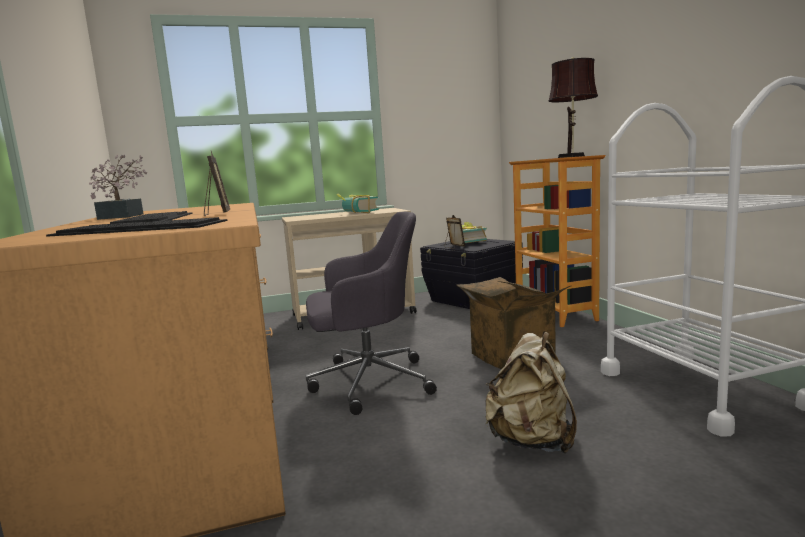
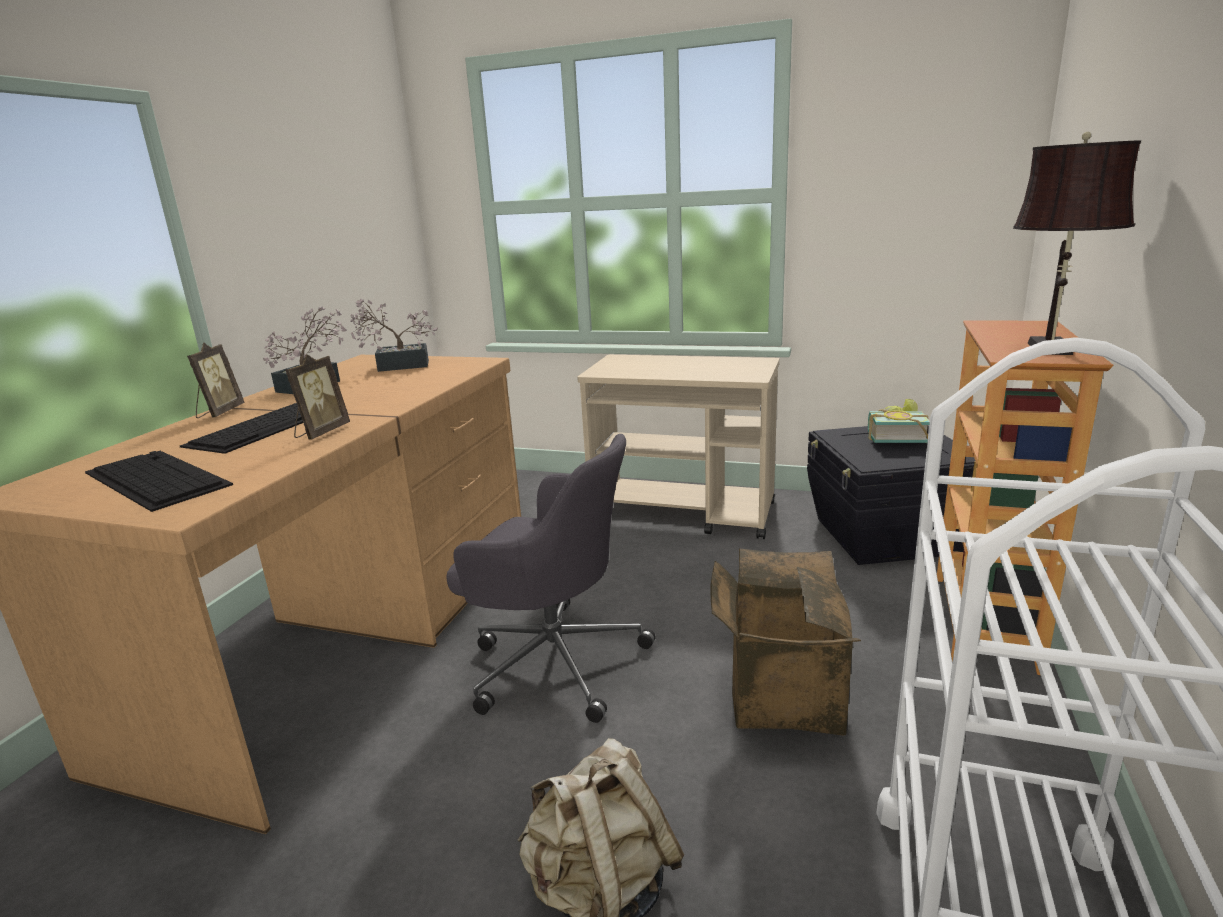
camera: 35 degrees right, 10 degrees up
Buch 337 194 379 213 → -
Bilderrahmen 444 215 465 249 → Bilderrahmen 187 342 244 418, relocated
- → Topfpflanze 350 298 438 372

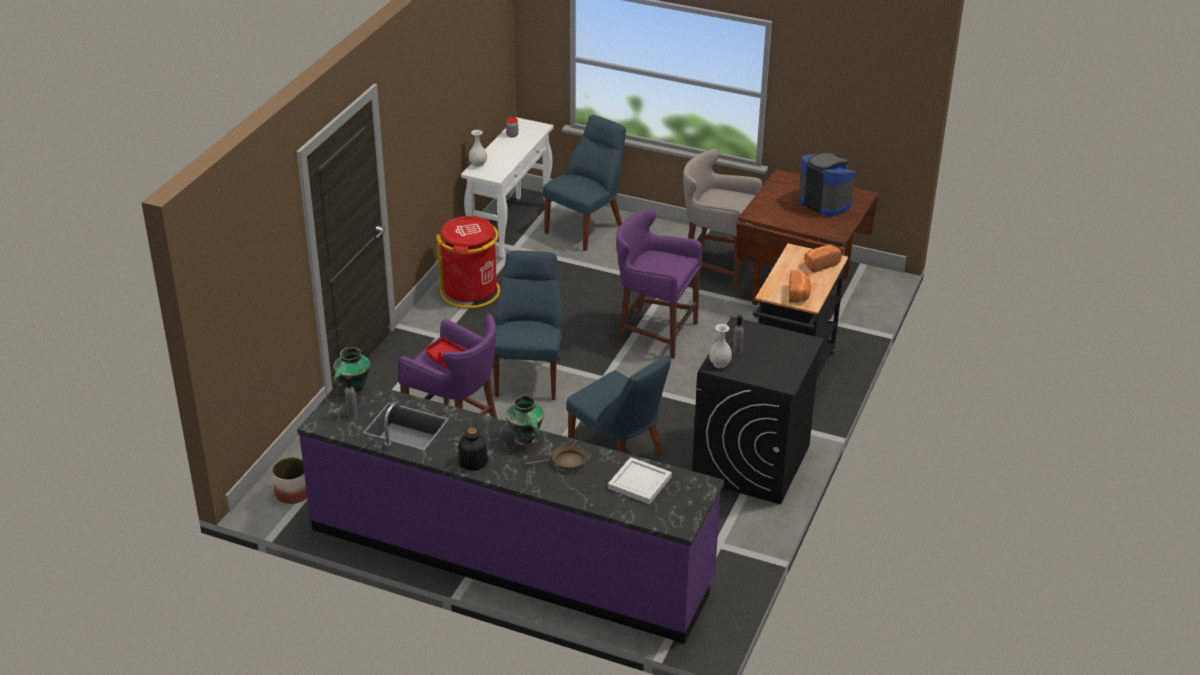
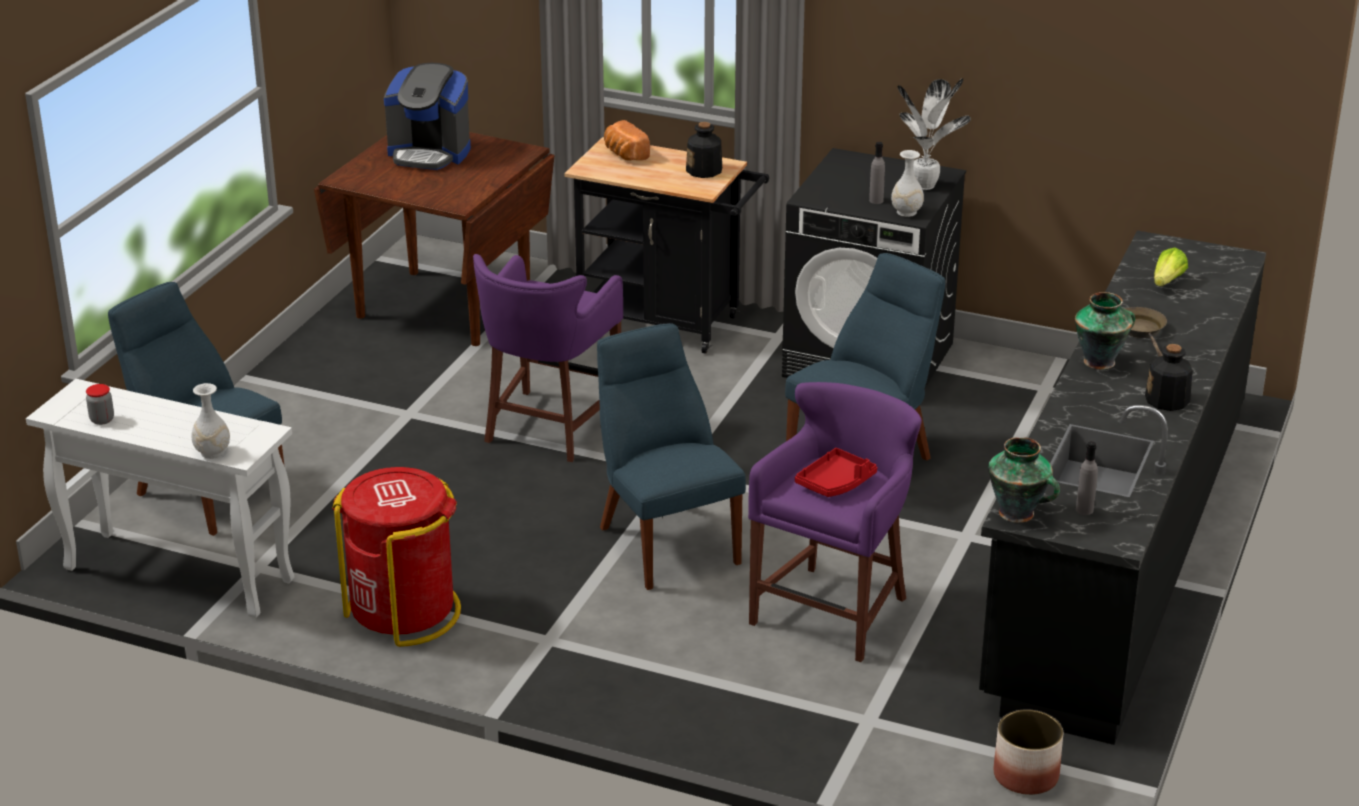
camera: 90 degrees left, 5 degrees down
Hocker/grau 683 149 762 291 → -
Kaffeemaschine 798 152 856 216 → Kaffeemaschine 384 63 471 170, 120 degrees counterclockwise
Stuhl/blau 493 251 562 400 → Stuhl/blau 597 323 746 590, 60 degrees clockwise
Brot 789 270 811 303 → Flasche 686 122 722 178
Küchenzeile/lila 297 382 724 644 → Küchenzeile/schwarz 979 230 1266 745
Tablett/weiß 608 457 672 504 → Salatkopf 1154 248 1188 286
- → Topfpflanze 898 79 971 190

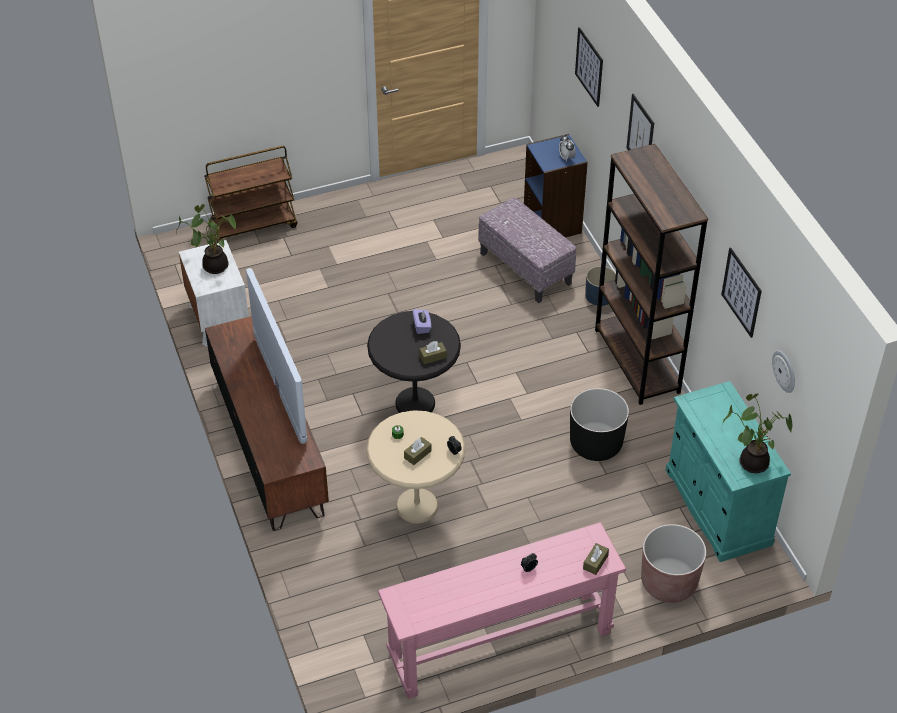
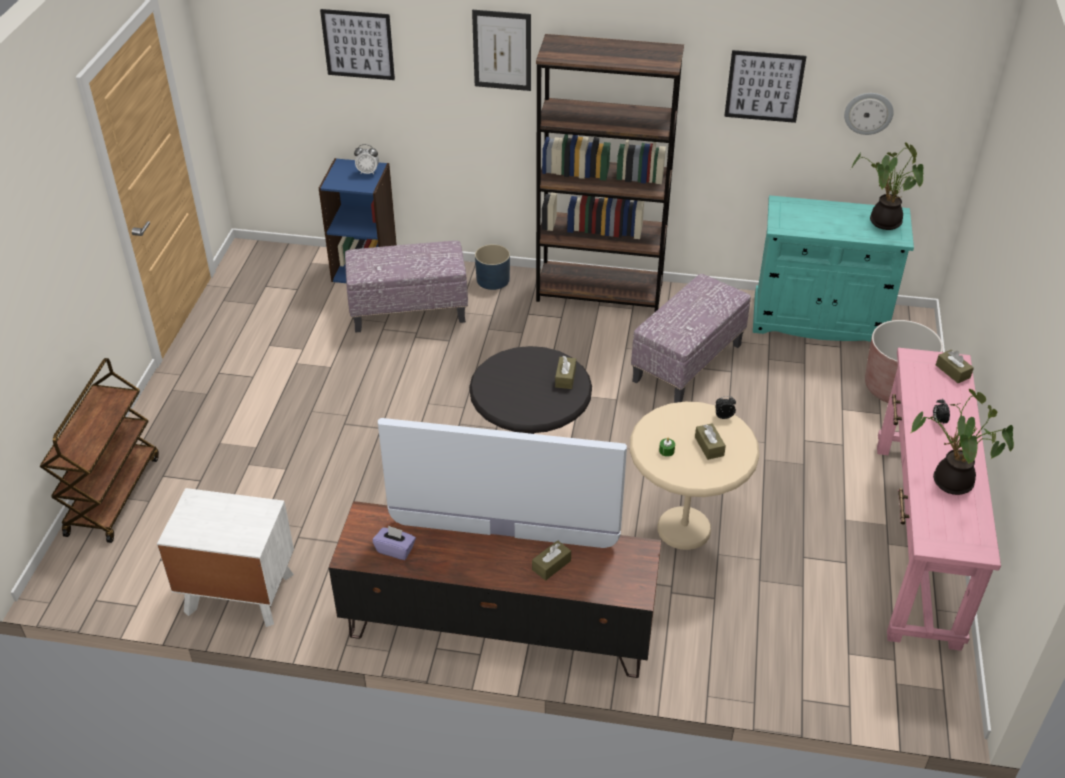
camera: 60 degrees left, 5 degrees down
Topfpflanze 176 204 236 274 → Topfpflanze 911 389 1014 495, relocated
Taschentuchbox/lila 412 309 431 334 → Taschentuchbox/lila 372 525 416 560, relocated
Pflanzkübel/schwarz 570 388 629 461 → Polsterhocker 631 274 751 403
- → Taschentuchbox/braun 532 540 571 581

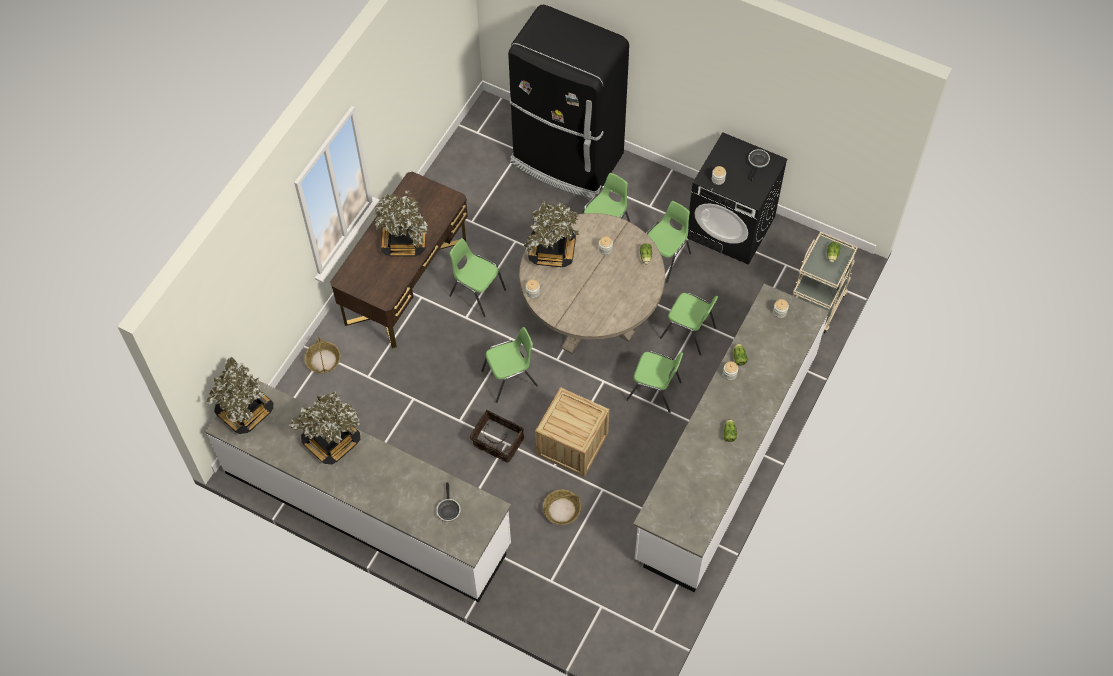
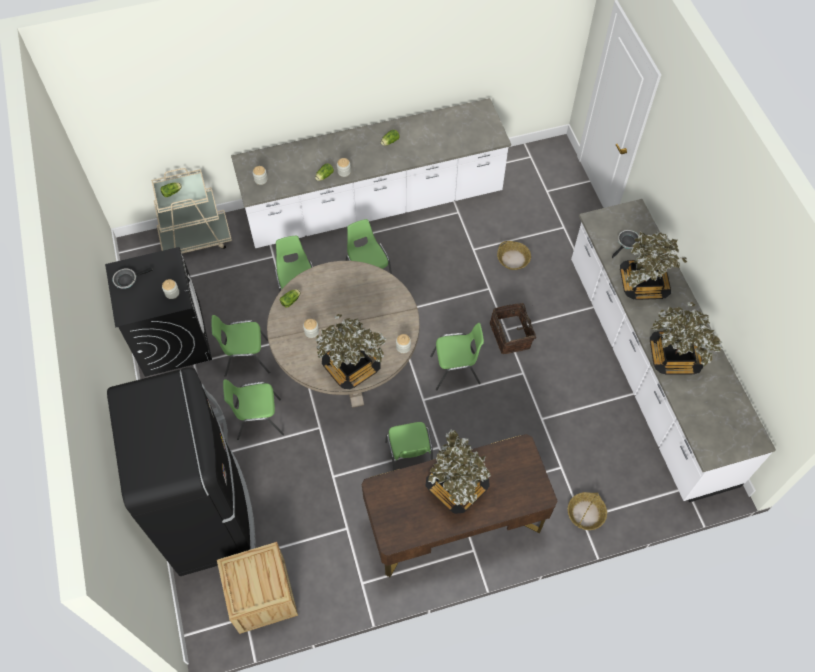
camera: 135 degrees left, 0 degrees up
Stuhl/grün 482 327 538 403 → Stuhl/grün 430 323 484 391, 150 degrees clockwise
Topfpflanze 206 357 273 434 → Topfpflanze 620 232 688 300, relocated
Kiste 535 387 610 477 → Kiste 217 542 298 634, relocated

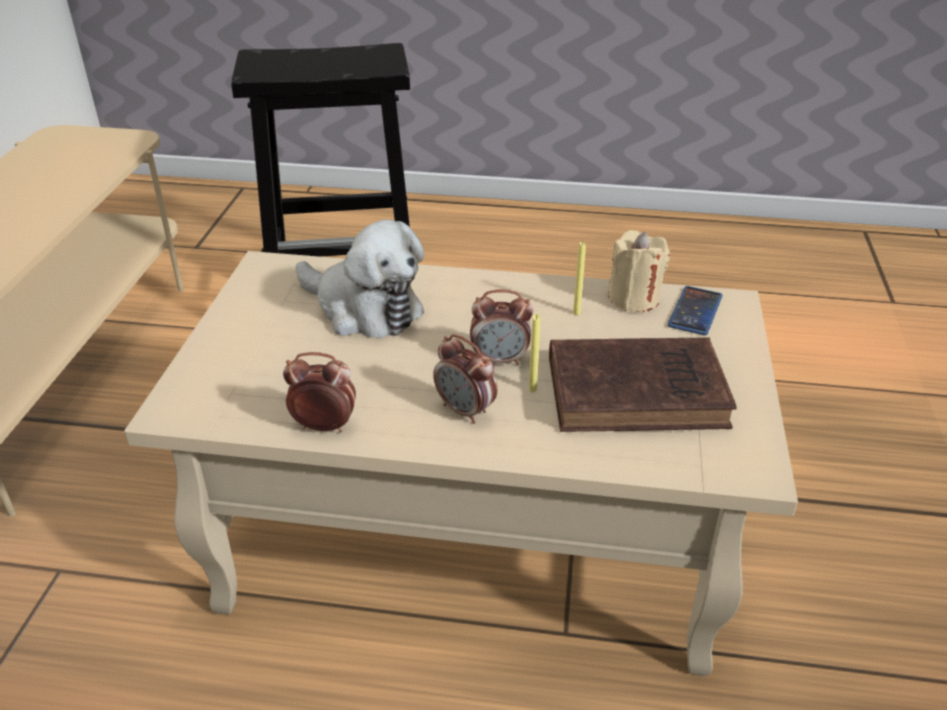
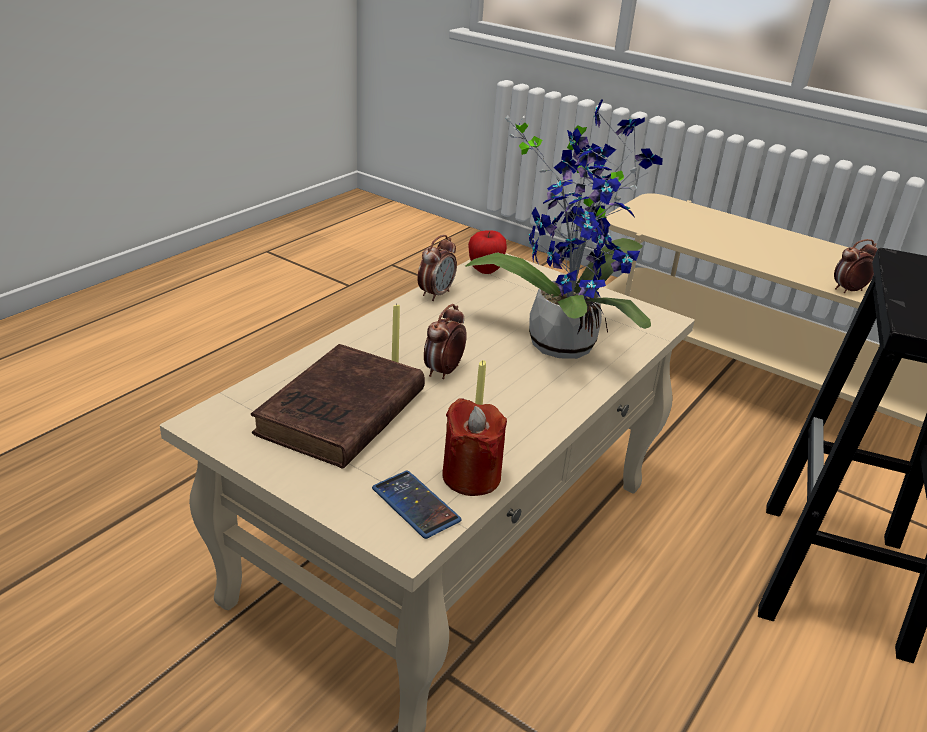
camera: 115 degrees right, 5 degrees down
Plüschtier 296 219 425 338 → Topfpflanze 465 99 663 359
Kerze/beige 608 230 670 312 → Kerze/rot 442 398 507 496
Wecker 433 334 497 424 → Wecker 834 239 877 293, relocated
- → Apfel 468 230 507 274

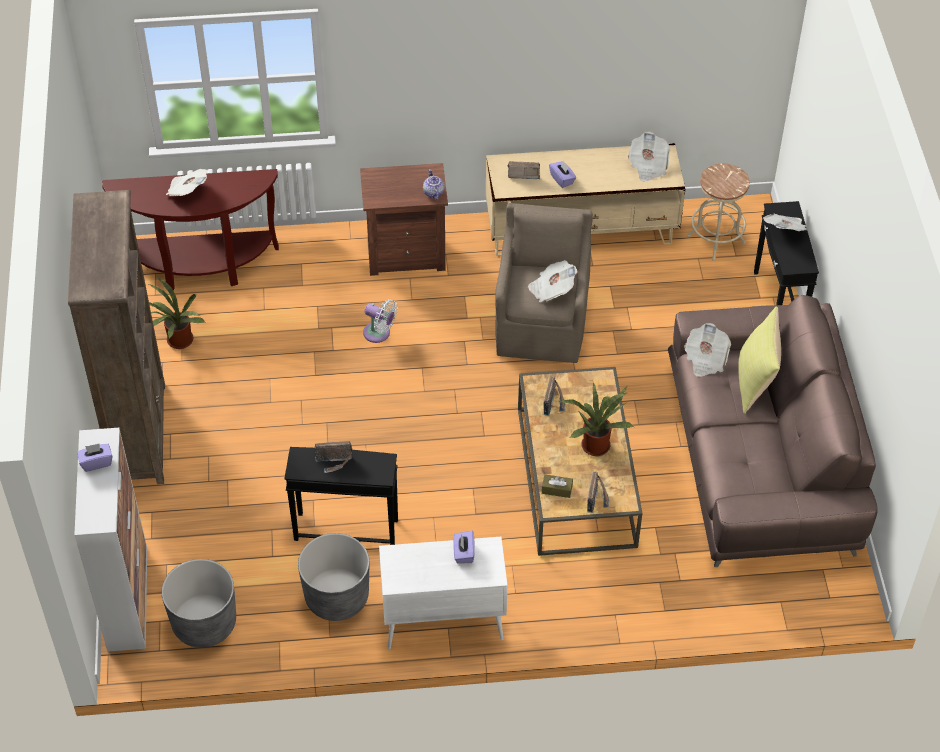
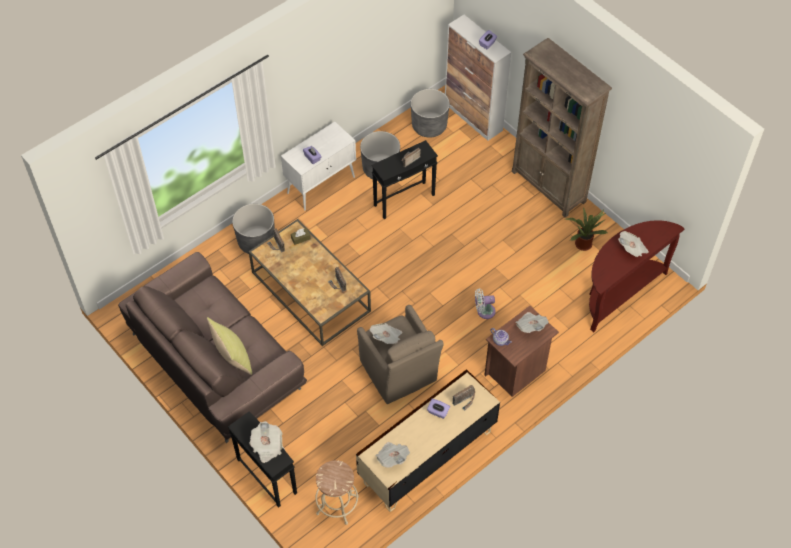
camera: 145 degrees right, 5 degrees up
Zeitung 684 323 731 377 → Zeitung 515 312 549 333, relocated
Topfpflanze 558 382 634 456 → -
- → Pflanzkübel/grau 232 204 275 254

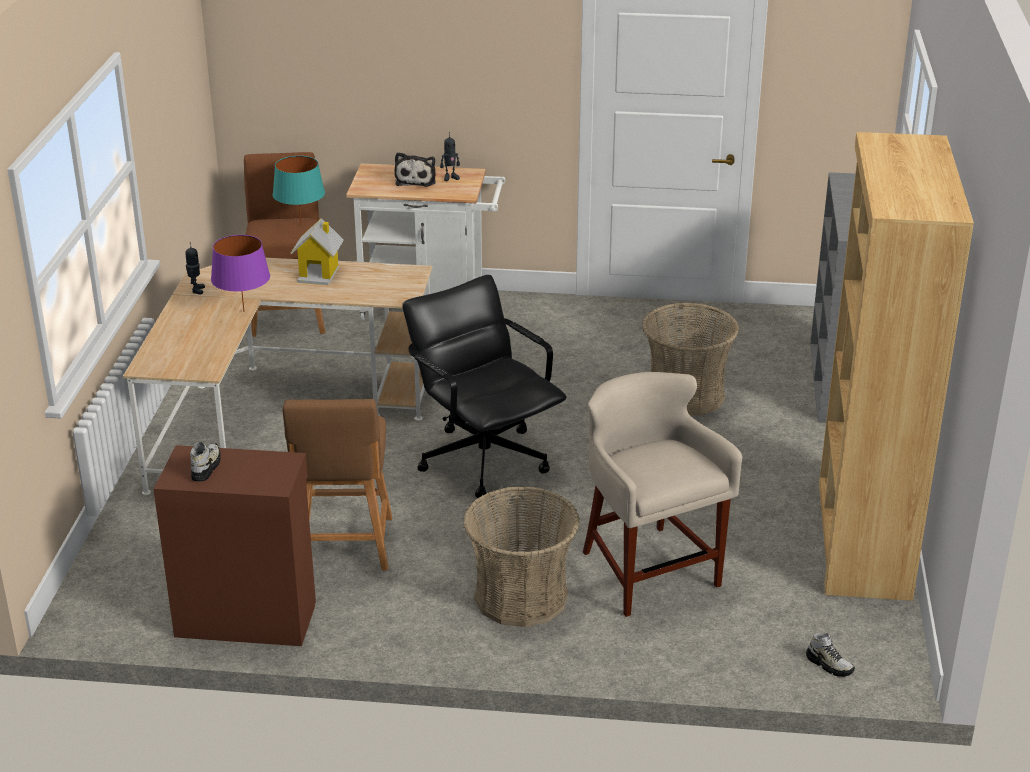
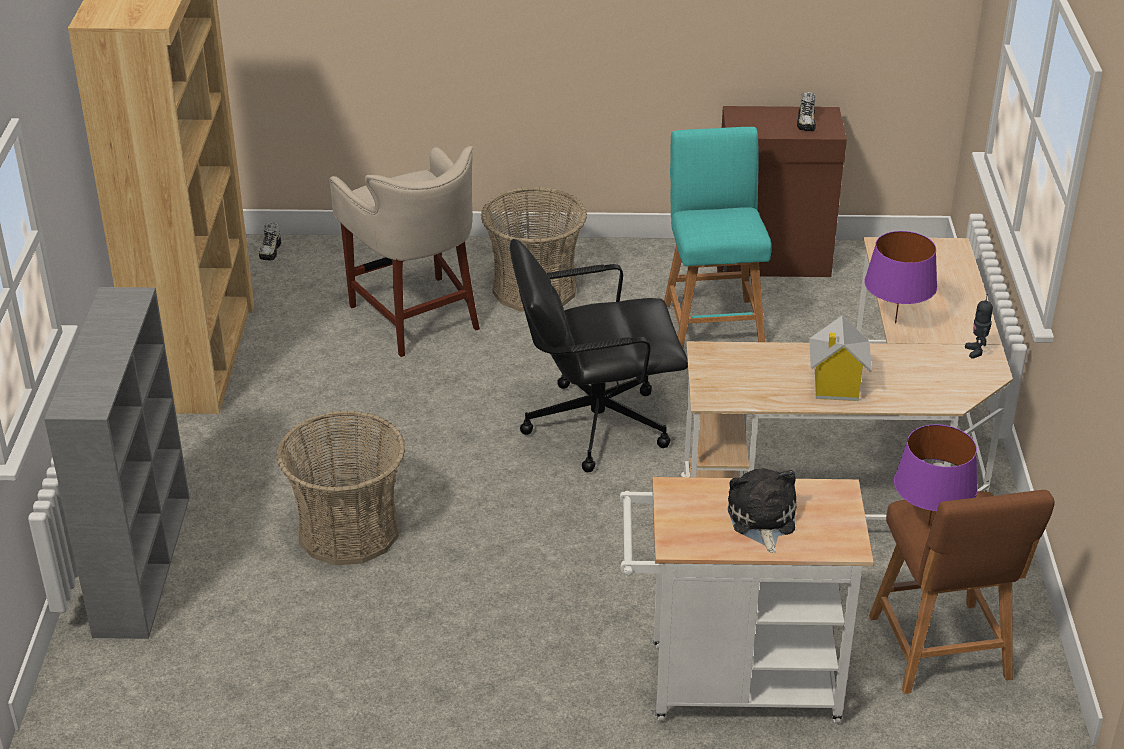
camera: 175 degrees right, 5 degrees up
Spielzeugroboter 440 132 460 181 → -
Tischlampe/türkis 273 156 325 225 → Tischlampe/lila 894 424 977 526
Bürostuhl/schwarz 402 275 567 498 → Bürostuhl/schwarz 510 239 688 472, 120 degrees clockwise
Hocker/braun 283 399 392 570 → Hocker/türkis 664 127 771 348
Schuh 806 633 855 677 → Schuh 259 222 281 260, 120 degrees counterclockwise

